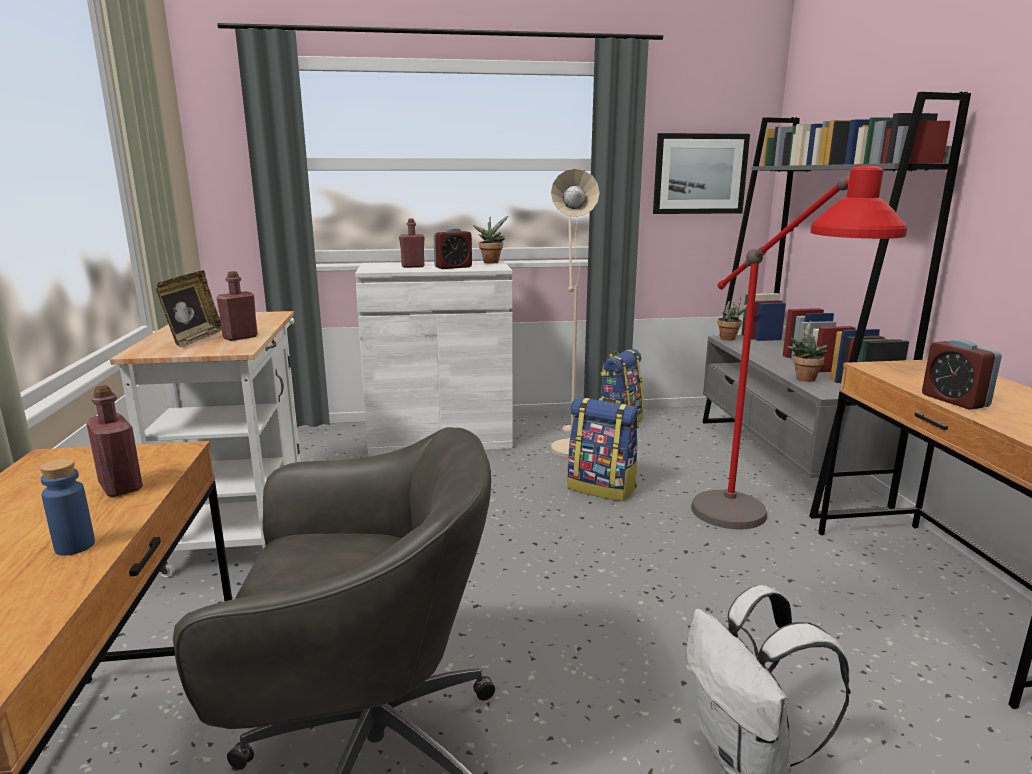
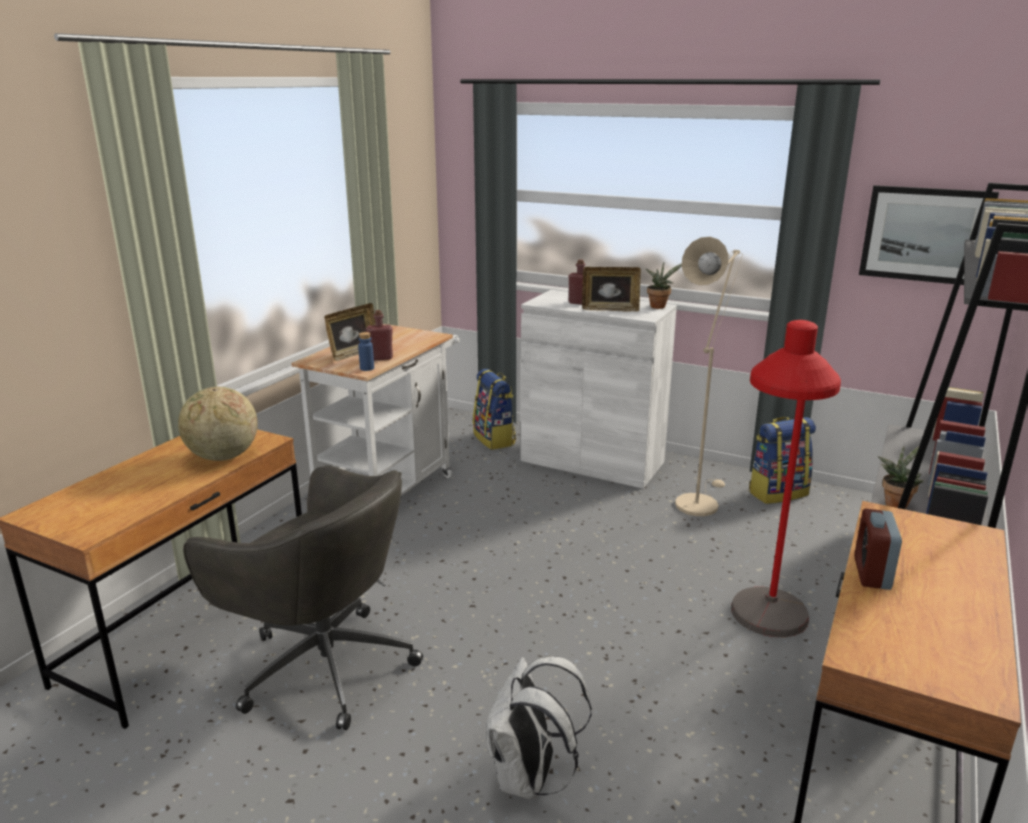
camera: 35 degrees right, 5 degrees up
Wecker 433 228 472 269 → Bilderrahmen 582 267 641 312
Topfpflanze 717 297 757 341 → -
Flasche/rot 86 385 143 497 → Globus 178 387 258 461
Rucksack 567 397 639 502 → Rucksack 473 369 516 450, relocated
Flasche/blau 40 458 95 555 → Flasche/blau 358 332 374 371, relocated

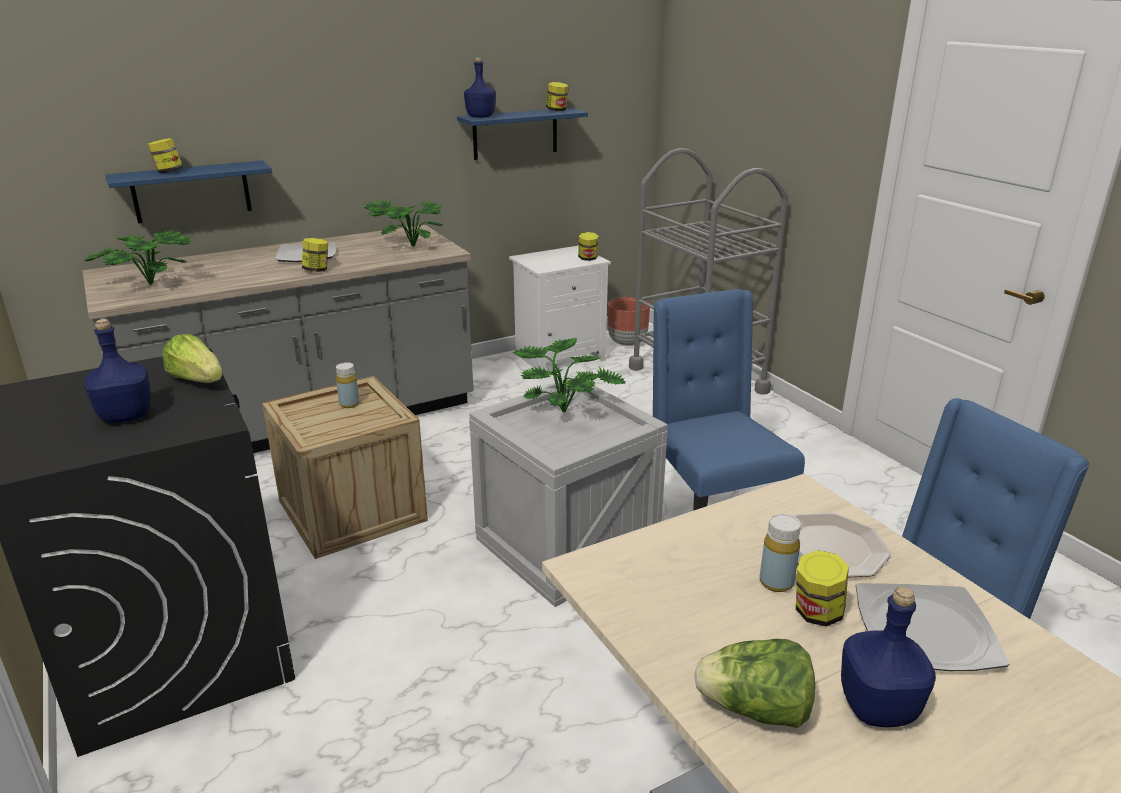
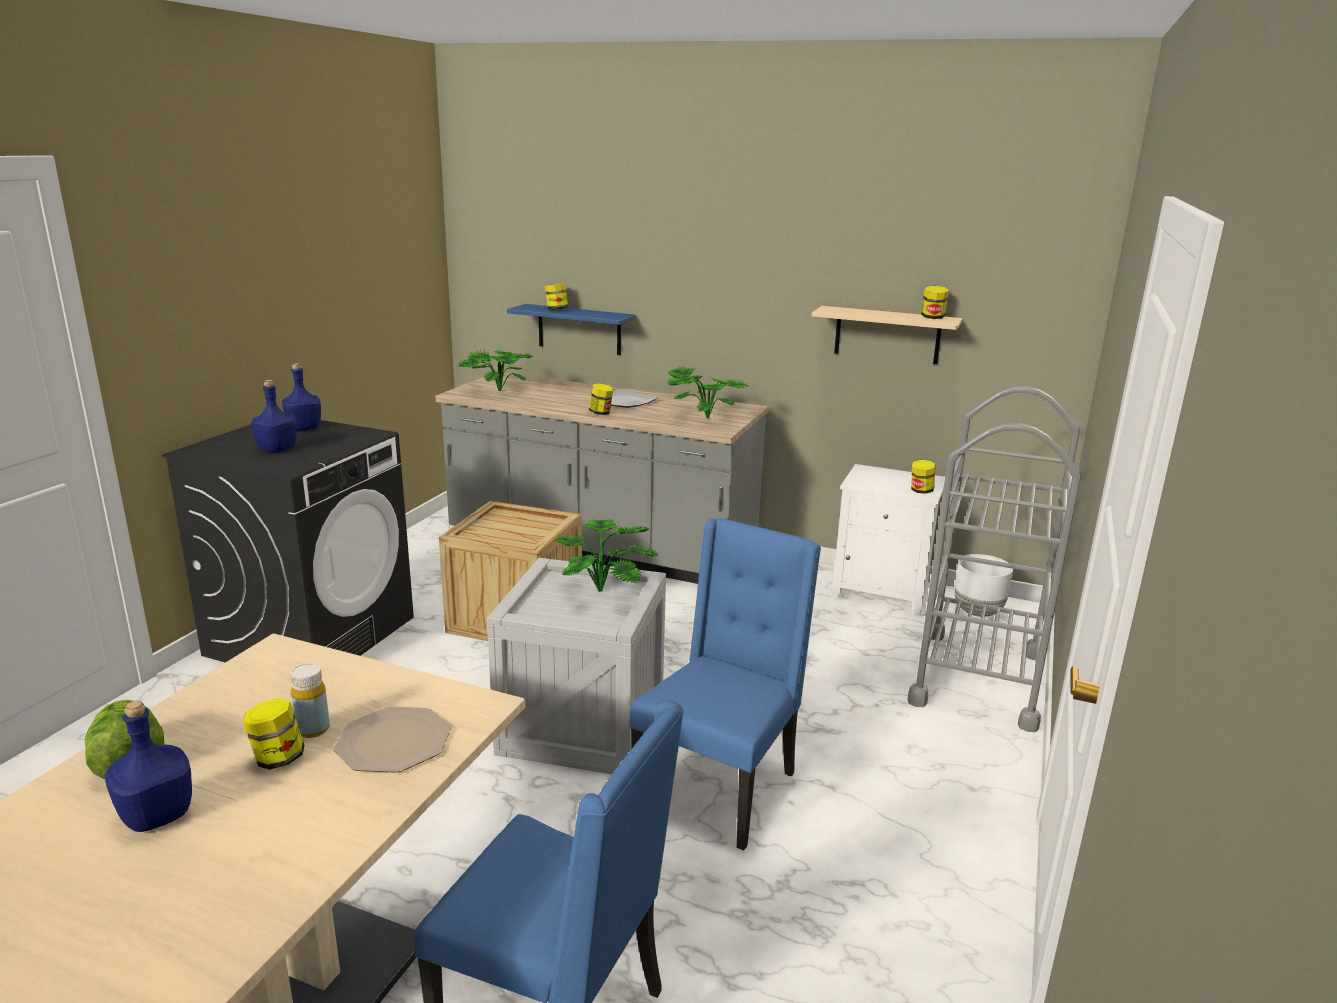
camera: 50 degrees right, 5 degrees down
Flasche/blau 464 57 496 118 → Flasche/blau 282 363 321 431, relocated
Wandregal/blau 457 108 588 160 → Wandregal/beige 812 306 962 364
Pflanzkübel/braun 608 297 650 346 → Pflanzkübel/weiß 954 554 1013 617
Salatkopf 162 334 223 383 → -
Flasche/gelb 336 362 359 408 → -
Teller 856 583 1009 671 → -

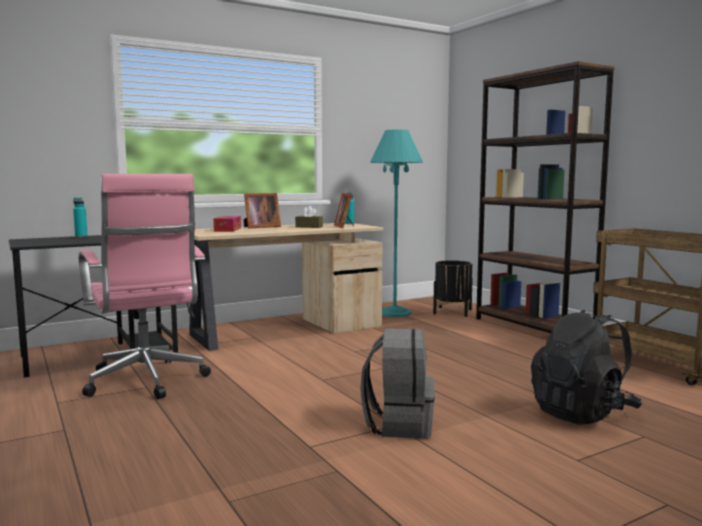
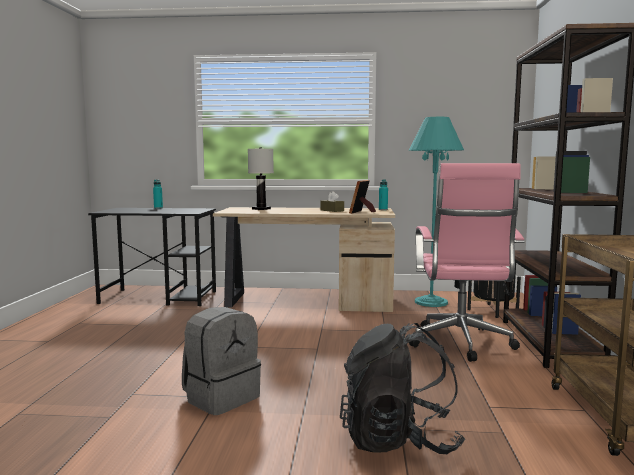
camera: 35 degrees right, 0 degrees up
Bürostuhl/rosa 79 174 211 399 → Bürostuhl/rosa 409 163 525 362, relocated
Bilderrahmen 244 193 281 228 → -
Taschentuchbox 213 216 241 232 → Tischlampe/weiß 248 147 274 210

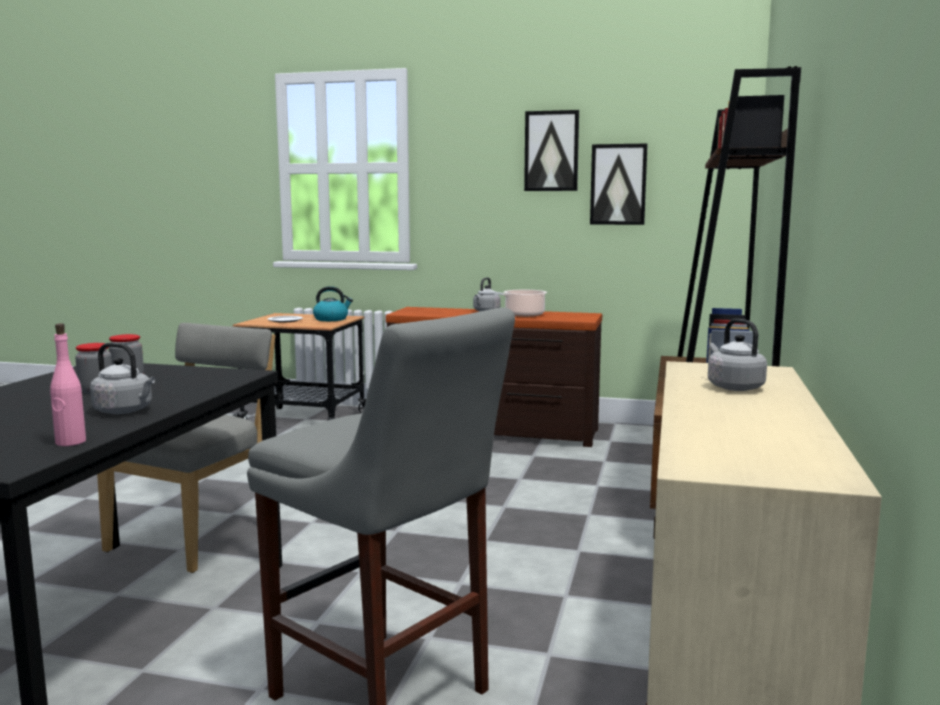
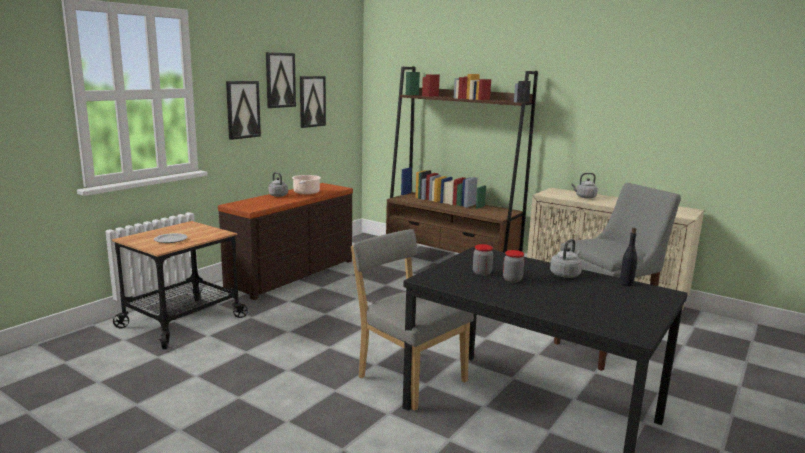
camera: 70 degrees left, 5 degrees up
Wasserkessel 313 286 353 321 → -
Flasche/rosa 50 323 86 446 → Flasche/schwarz 620 228 637 286
- → Bild 226 81 261 140

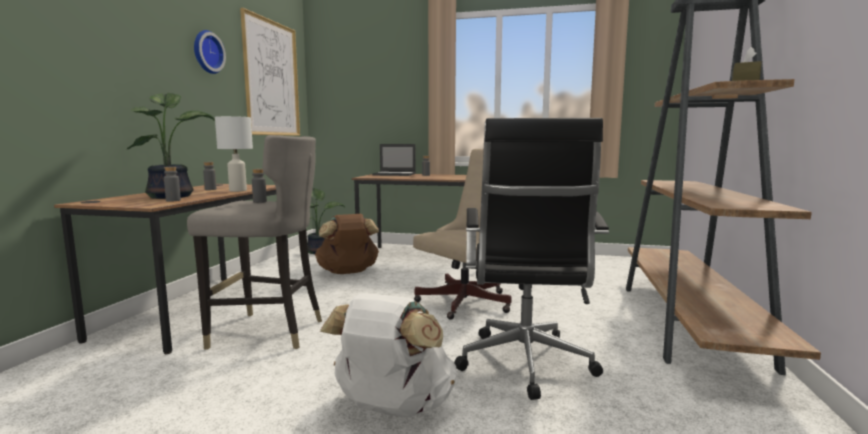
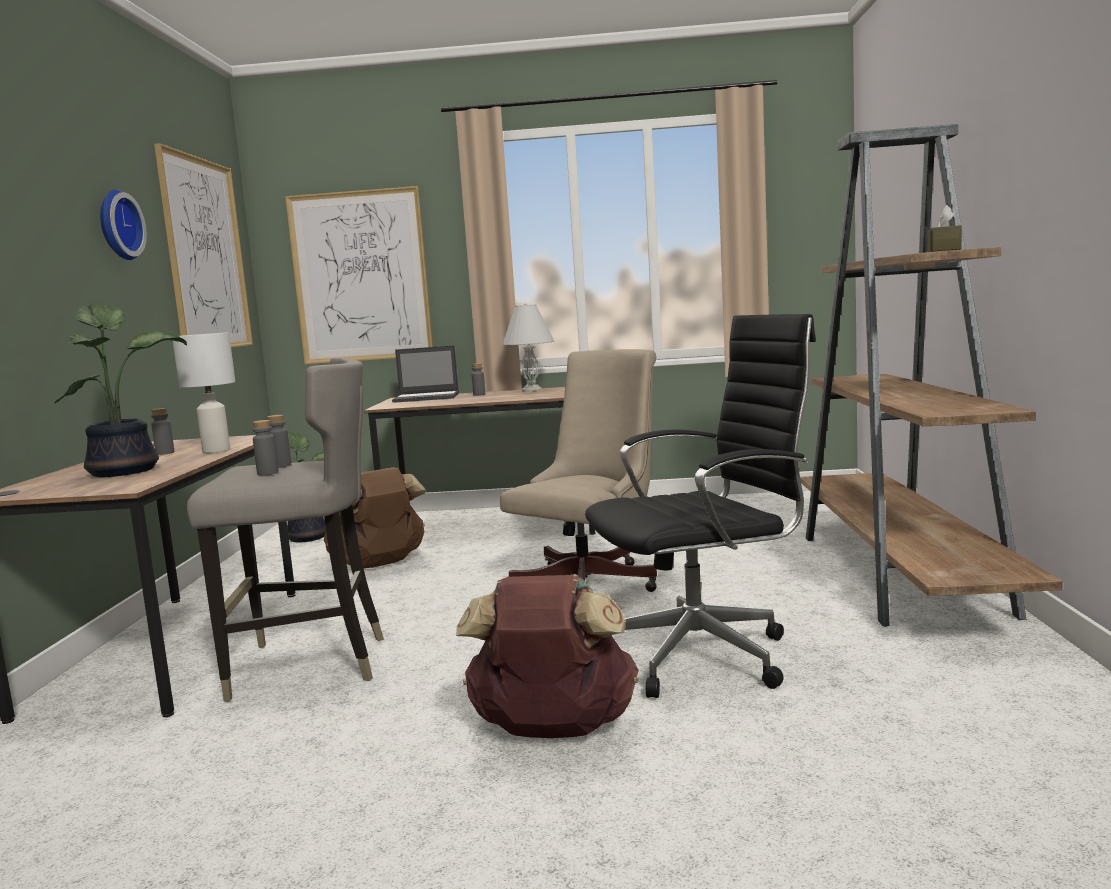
camera: 10 degrees left, 0 degrees up
Bürostuhl/schwarz 454 118 609 400 → Bürostuhl/schwarz 585 314 816 698, 105 degrees counterclockwise
Flasche/grau 164 167 181 202 → Flasche/grau 253 420 279 476, relocated
Rucksack/weiß 320 293 457 417 → Rucksack/braun 456 575 639 738
- → Bild 285 186 433 364
- → Tischlampe/weiß 502 303 554 392

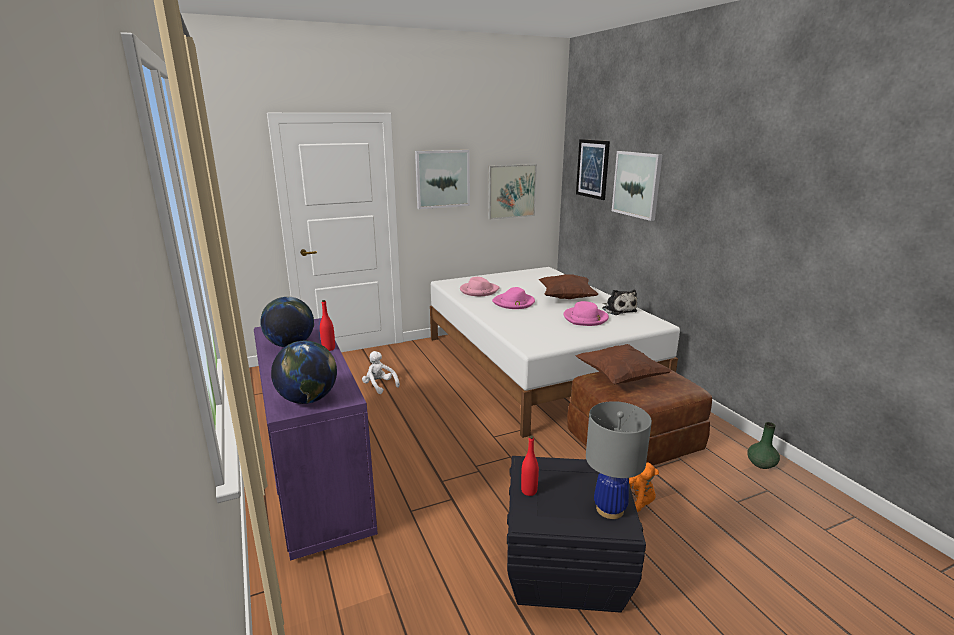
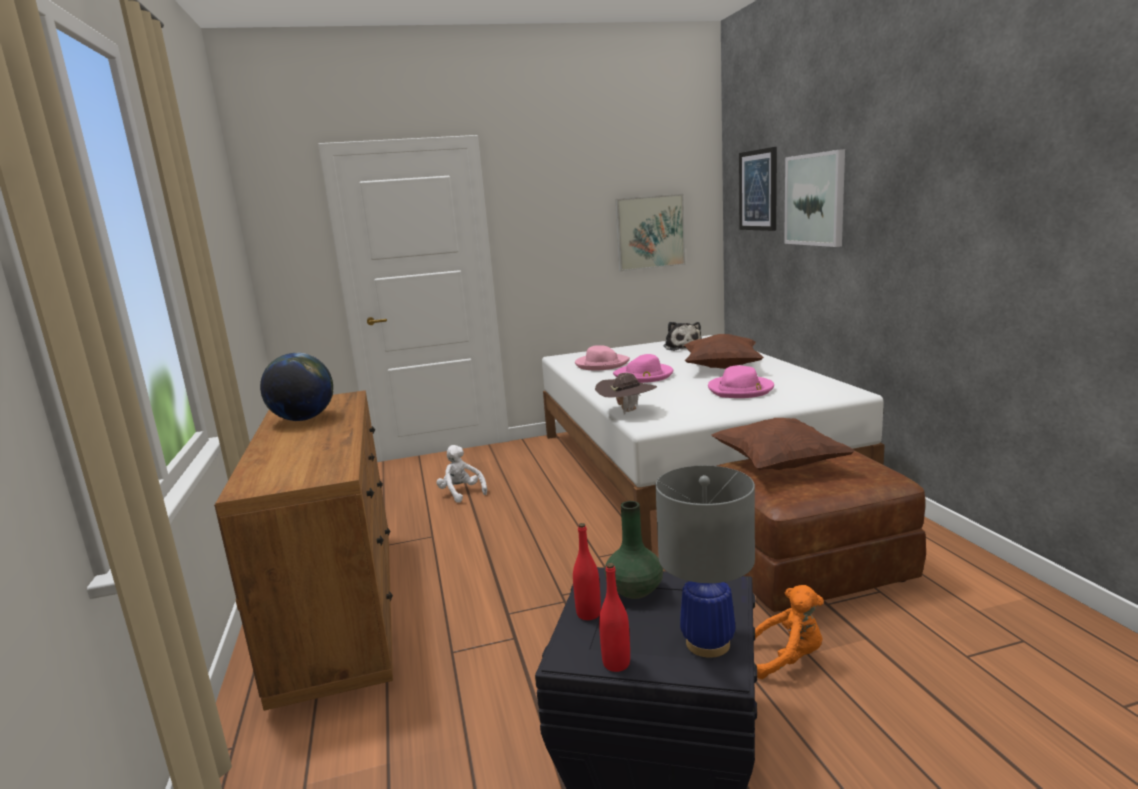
camera: 10 degrees right, 5 degrees down
Bild 415 150 470 209 → -
Plüschtier 602 290 637 315 → Plüschtier 663 322 702 351, relocated
Flasche/rot 320 300 335 351 → Flasche/rot 599 563 630 672, relocated
Kommode/lila 254 318 378 561 → Kommode/braun 214 390 393 711
Globus 271 340 337 404 → -
Vase/grün 747 422 780 469 → Vase/grün 605 501 663 599, relocated
- → Hut/braun 595 373 657 415

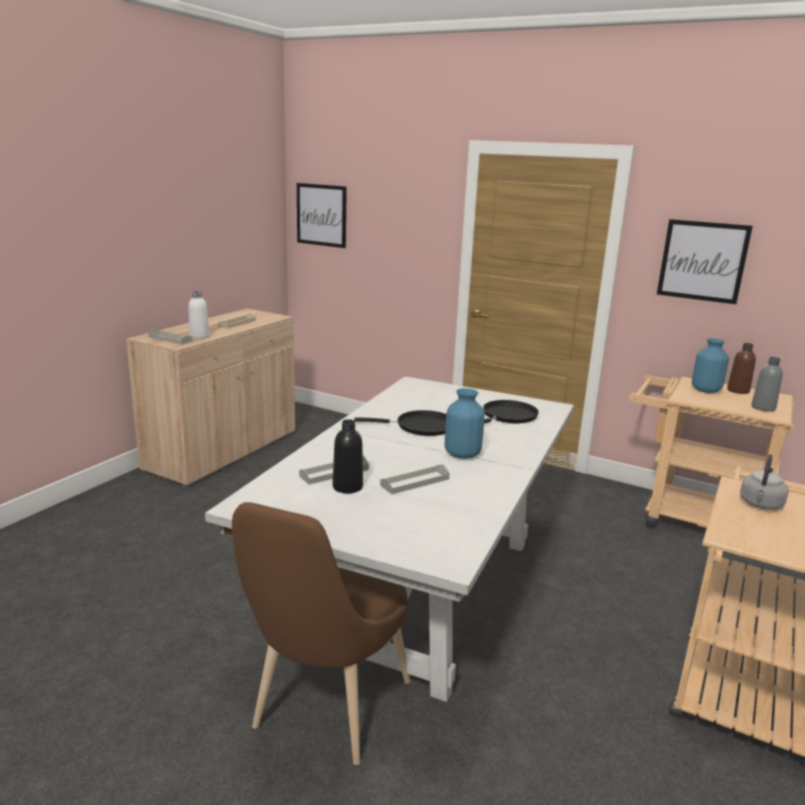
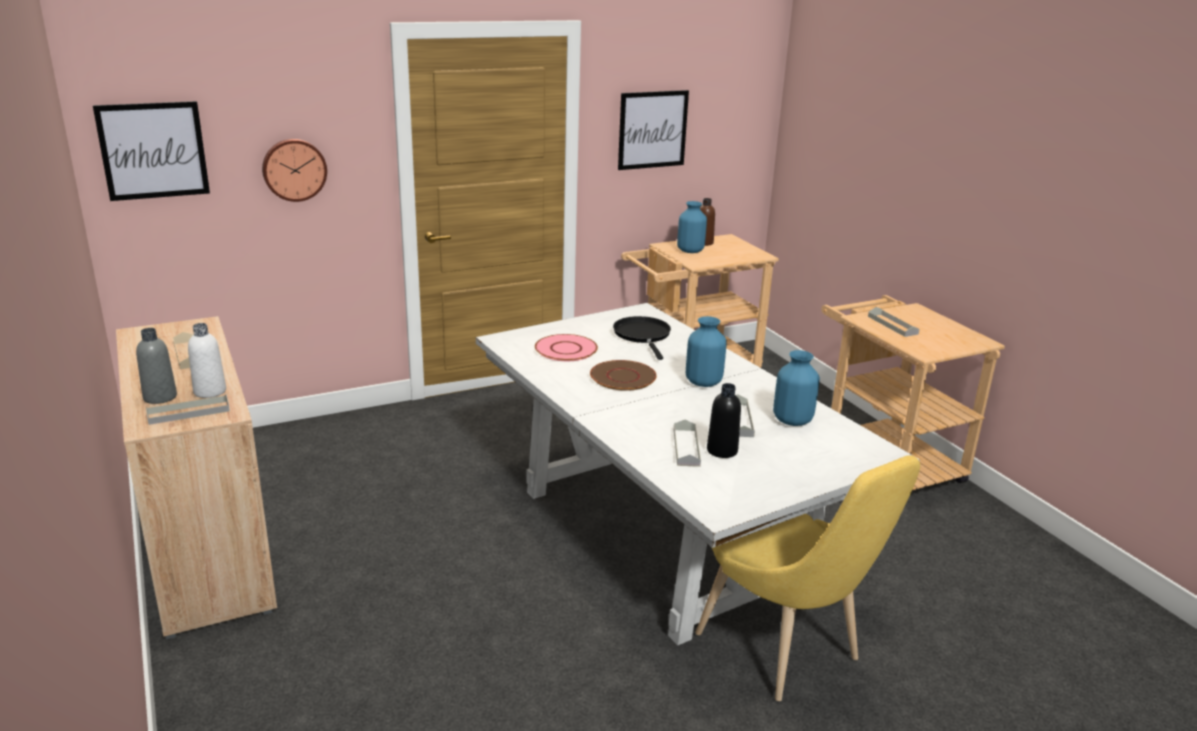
camera: 55 degrees left, 5 degrees up
Flasche/grau 751 357 783 412 → Flasche/grau 136 328 177 404, relocated
Pfanne/schwarz 354 410 446 436 → Teller/braun 590 360 657 391
Wasserkessel/grau 740 454 789 510 → Tablett/grau 868 307 920 337
Stuhl/braun 232 502 411 766 → Stuhl/gelb 695 455 920 701
- → Wanduhr 262 139 327 202
- → Teller/rosa 535 334 598 361
- → Vase/blau 773 350 820 426

